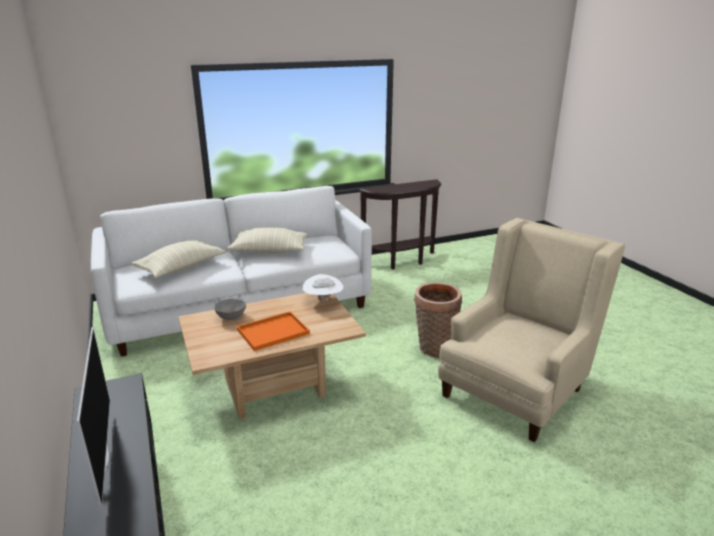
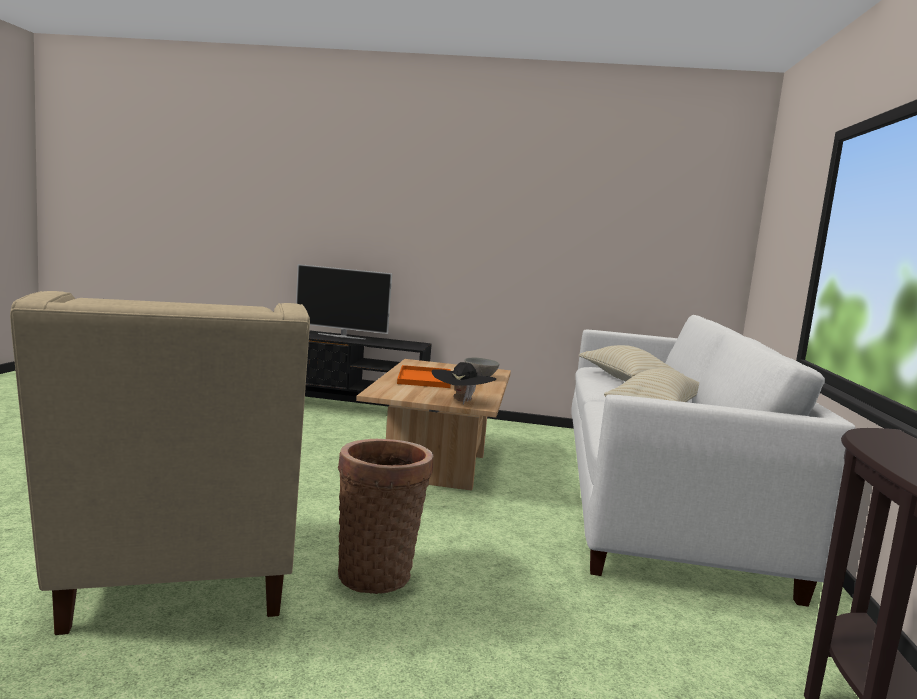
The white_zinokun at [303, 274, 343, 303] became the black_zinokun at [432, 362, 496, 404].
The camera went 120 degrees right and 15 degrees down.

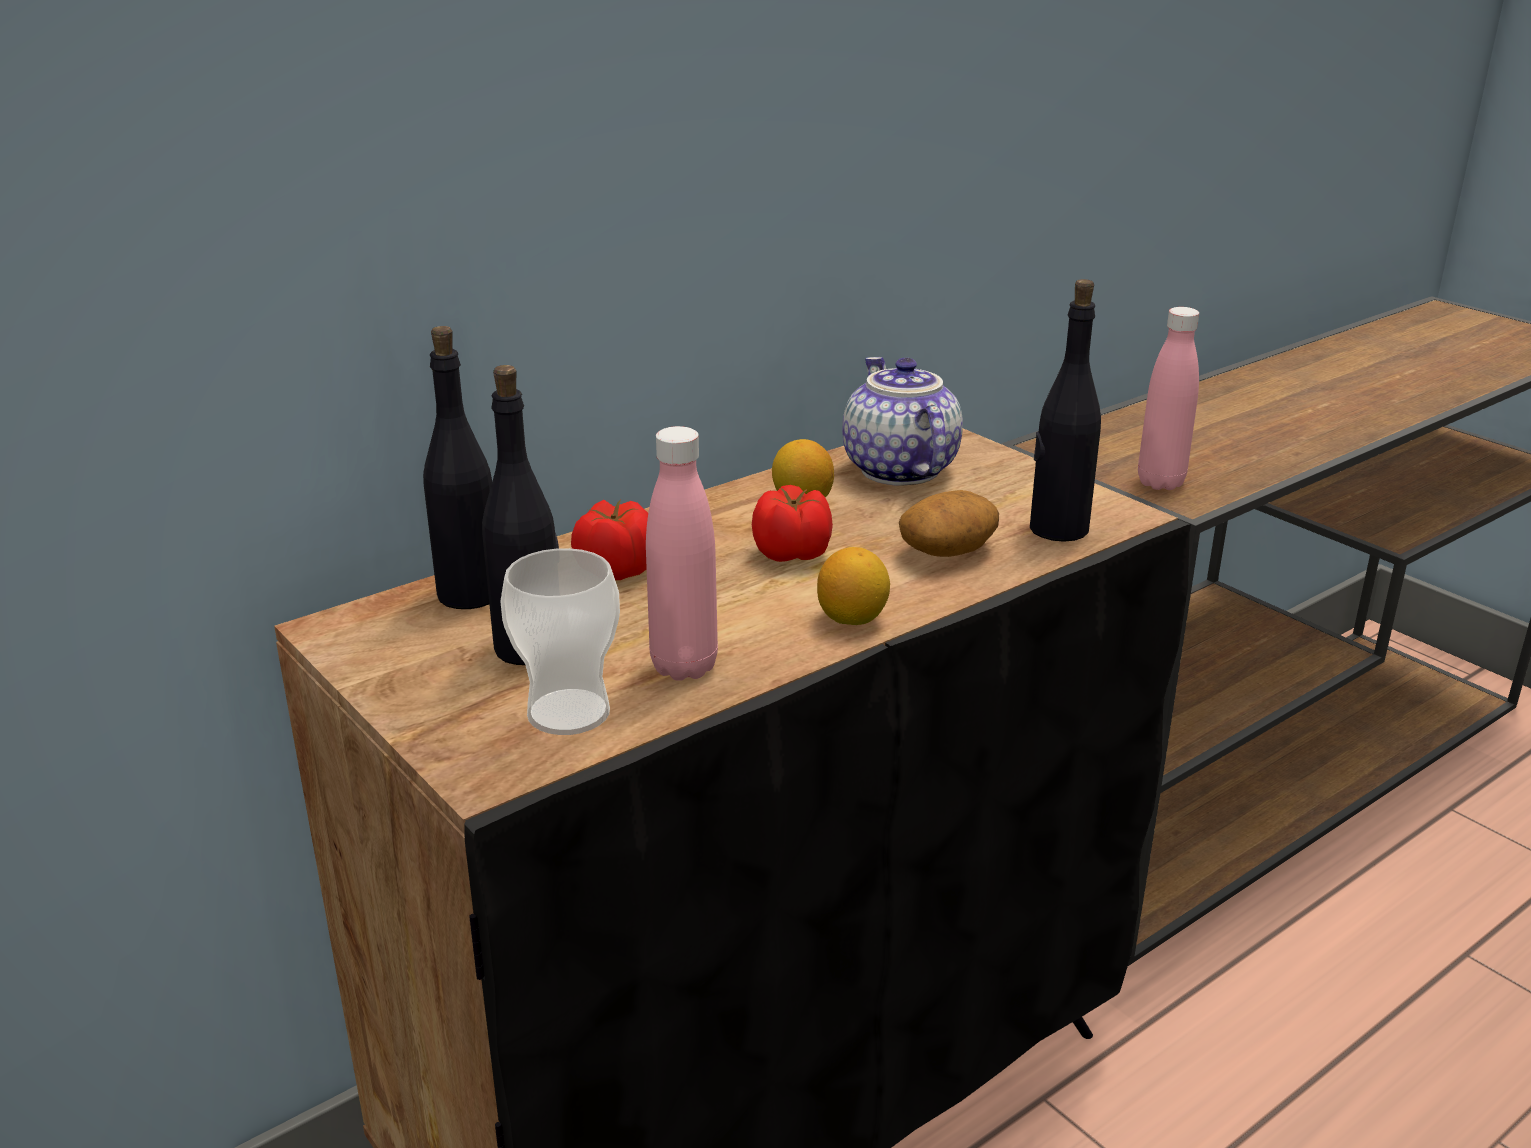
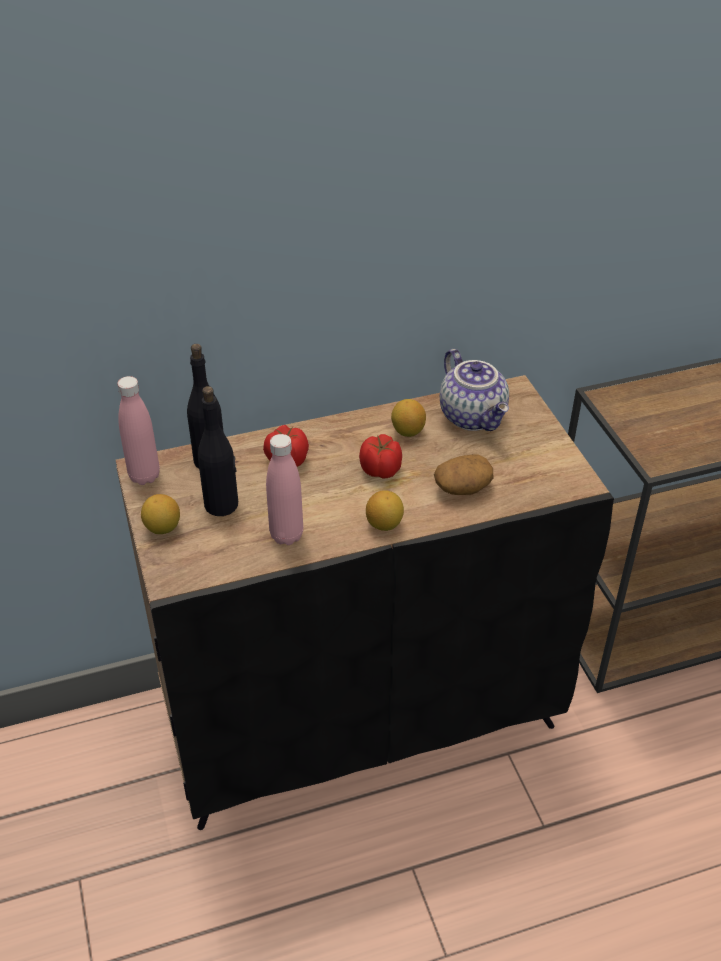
The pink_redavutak moved from [1138, 307, 1199, 490] to [117, 376, 160, 485].
The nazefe at [141, 494, 180, 534] appeared.
The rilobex at [842, 357, 963, 486] turned 150 degrees clockwise.
The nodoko at [500, 548, 620, 735] disappeared.
The black_redavutak at [1030, 279, 1101, 542] disappeared.
The camera went 20 degrees right and 15 degrees up.

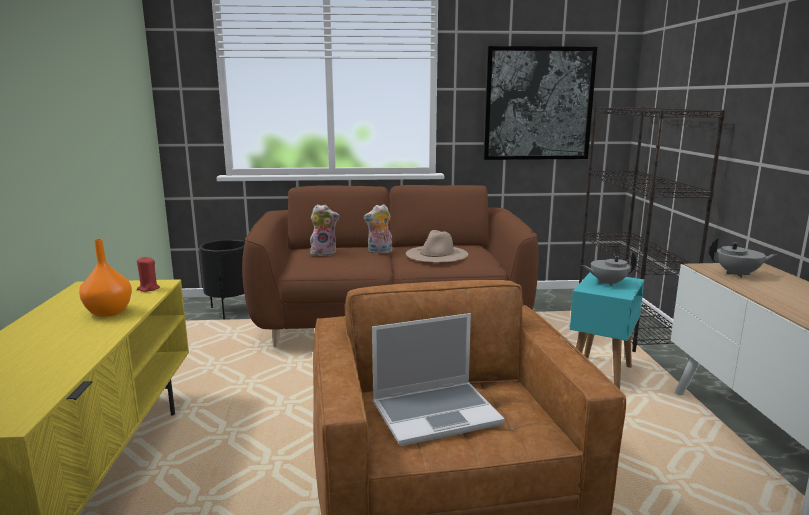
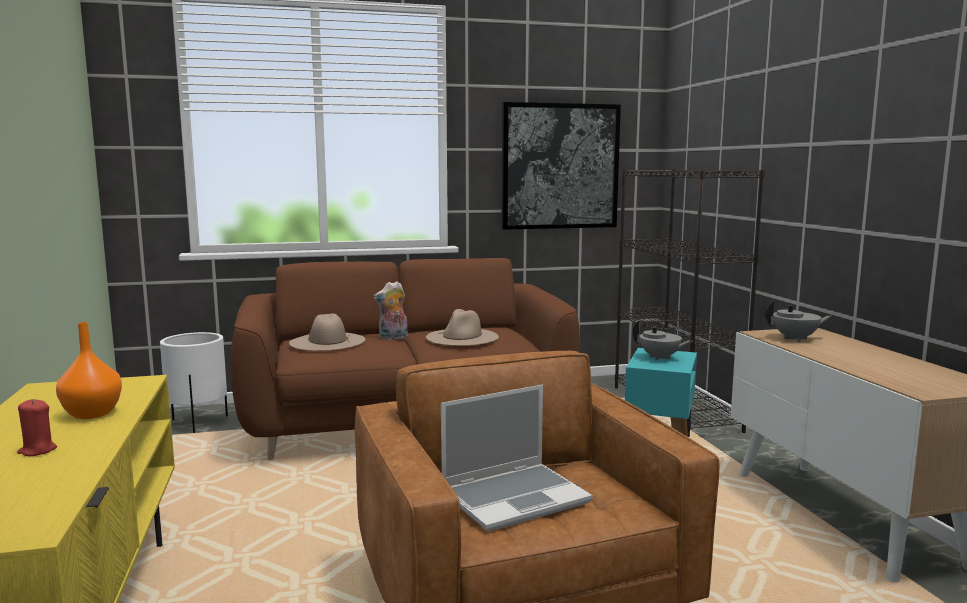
The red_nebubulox moved from [137, 257, 160, 292] to [17, 399, 57, 456].
The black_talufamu at [199, 239, 245, 320] became the white_talufamu at [160, 332, 228, 433].
The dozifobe at [310, 204, 340, 256] was replaced by the beige_zinokun at [289, 313, 365, 351].
The grey_rilobex at [582, 252, 636, 286] turned 135 degrees counterclockwise.
The camera went 10 degrees left and 5 degrees down.

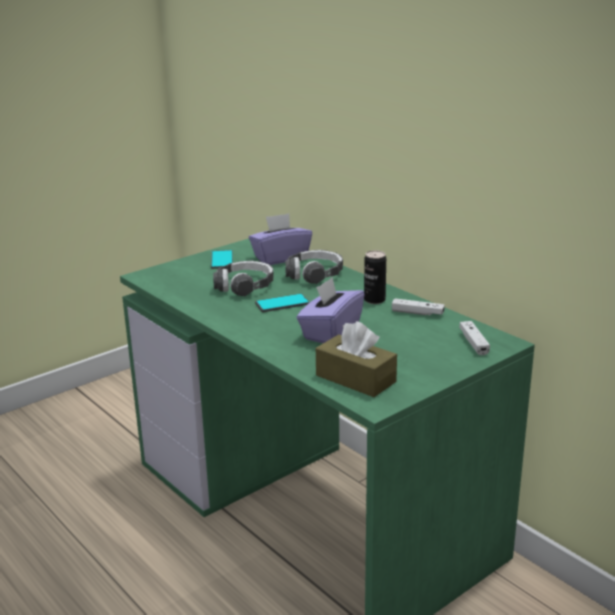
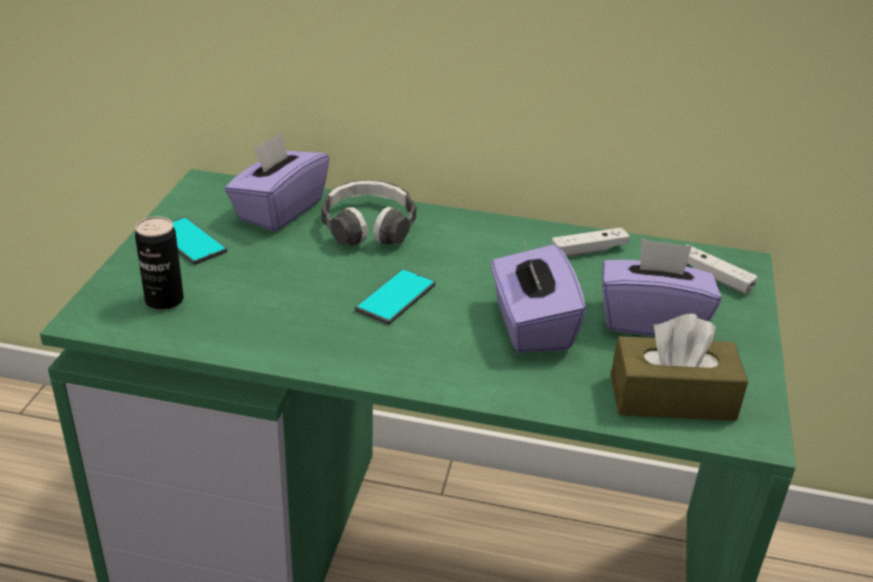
The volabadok moved from [364, 250, 386, 304] to [135, 217, 184, 310].
The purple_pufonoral at [602, 238, 721, 336] appeared.
The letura at [213, 260, 273, 297] disappeared.
The camera went 40 degrees left and 10 degrees up.

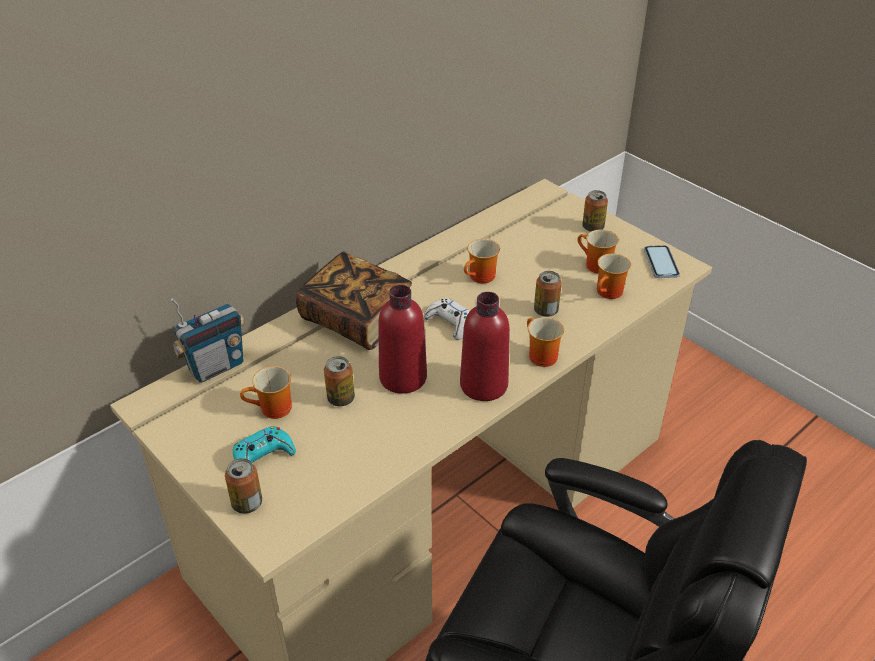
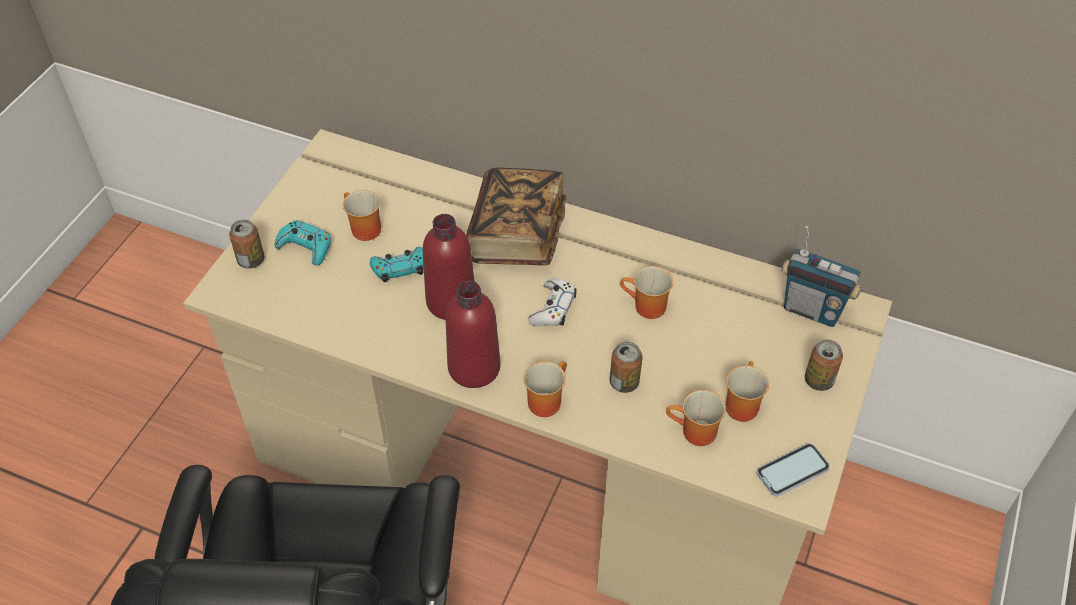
The volabadok at [324, 356, 355, 406] was replaced by the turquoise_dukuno at [370, 247, 424, 282].
The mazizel moved from [171, 298, 245, 383] to [781, 226, 862, 327].
The camera went 65 degrees right and 10 degrees up.

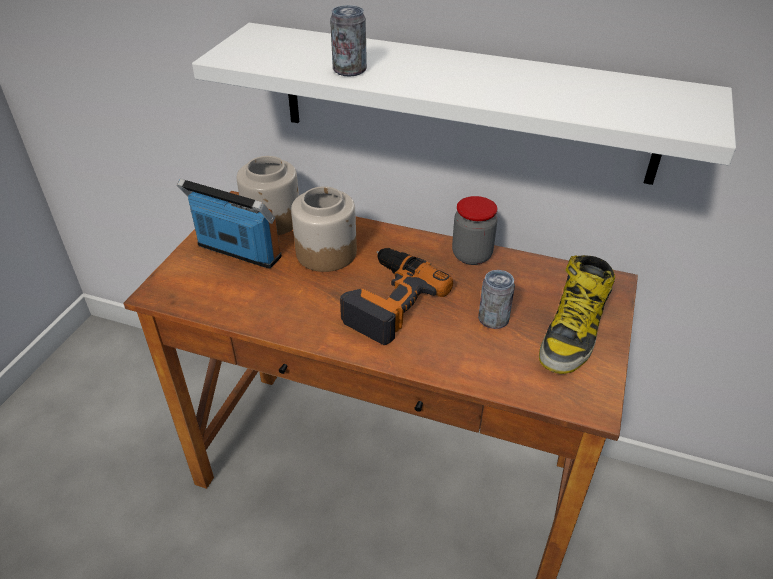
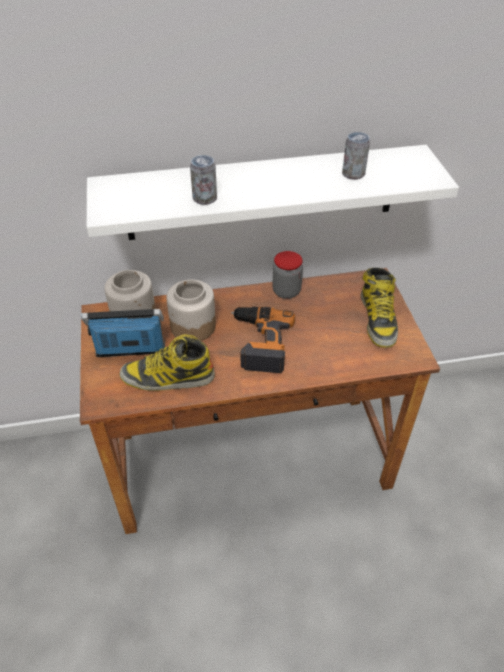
The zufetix at [120, 334, 215, 391] appeared.
The volabadok moved from [478, 270, 515, 329] to [342, 132, 370, 180].
The camera went 30 degrees left and 5 degrees up.

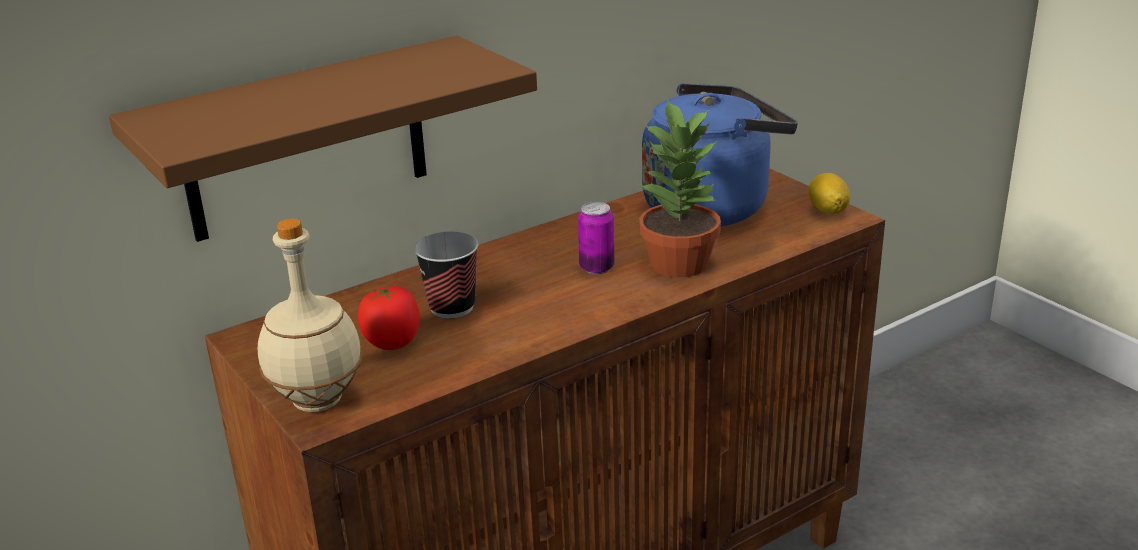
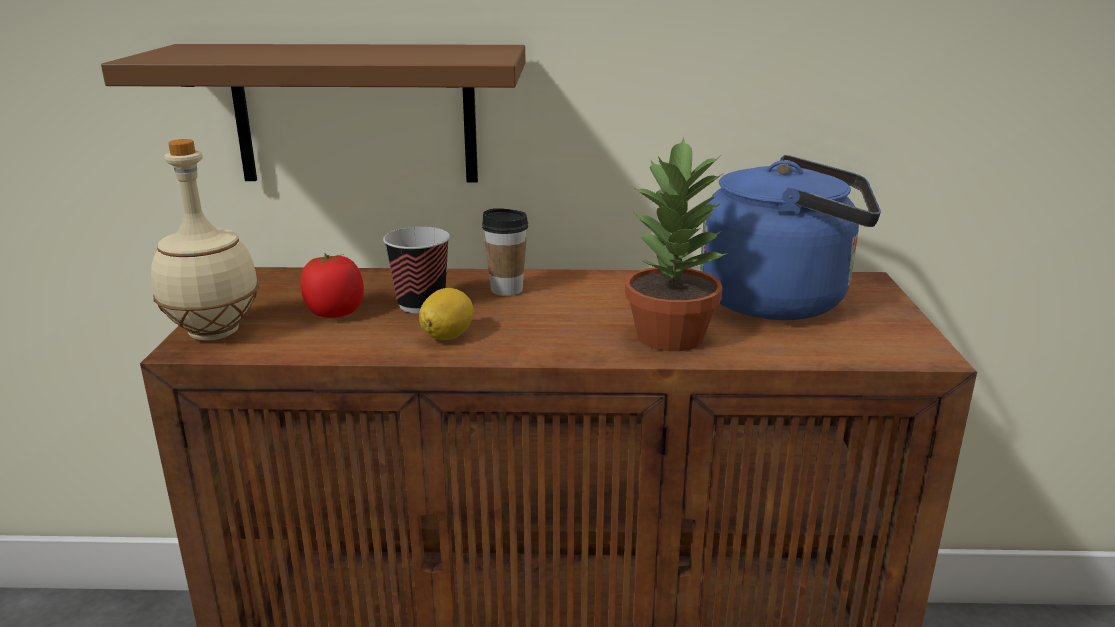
The nazefe moved from [809, 173, 850, 214] to [419, 288, 474, 340].
The nodoko at [482, 208, 528, 296] appeared.
The volabadok at [578, 202, 614, 274] disappeared.
The camera went 35 degrees right and 5 degrees down.

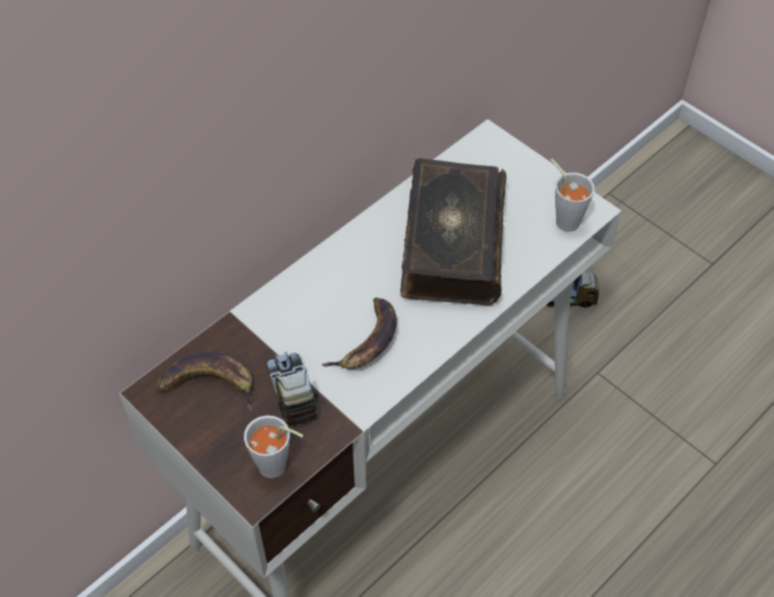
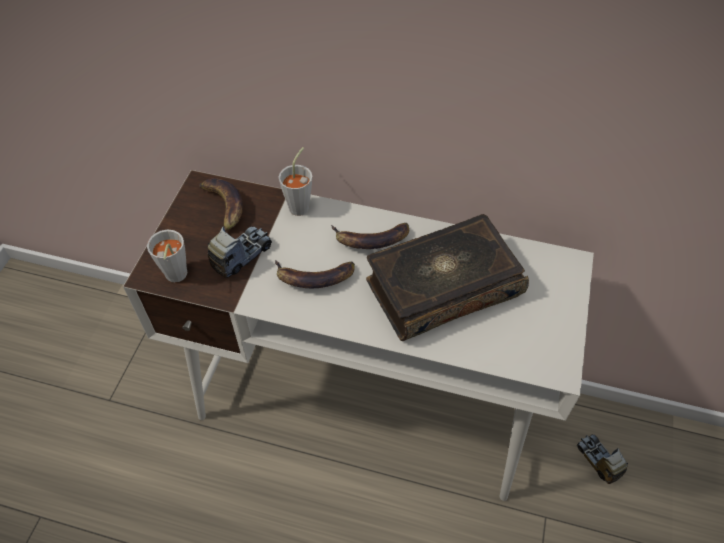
The grey_nodoko moved from [550, 159, 595, 232] to [279, 147, 312, 216].
The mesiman at [331, 223, 409, 249] appeared.
The camera went 60 degrees right and 0 degrees up.

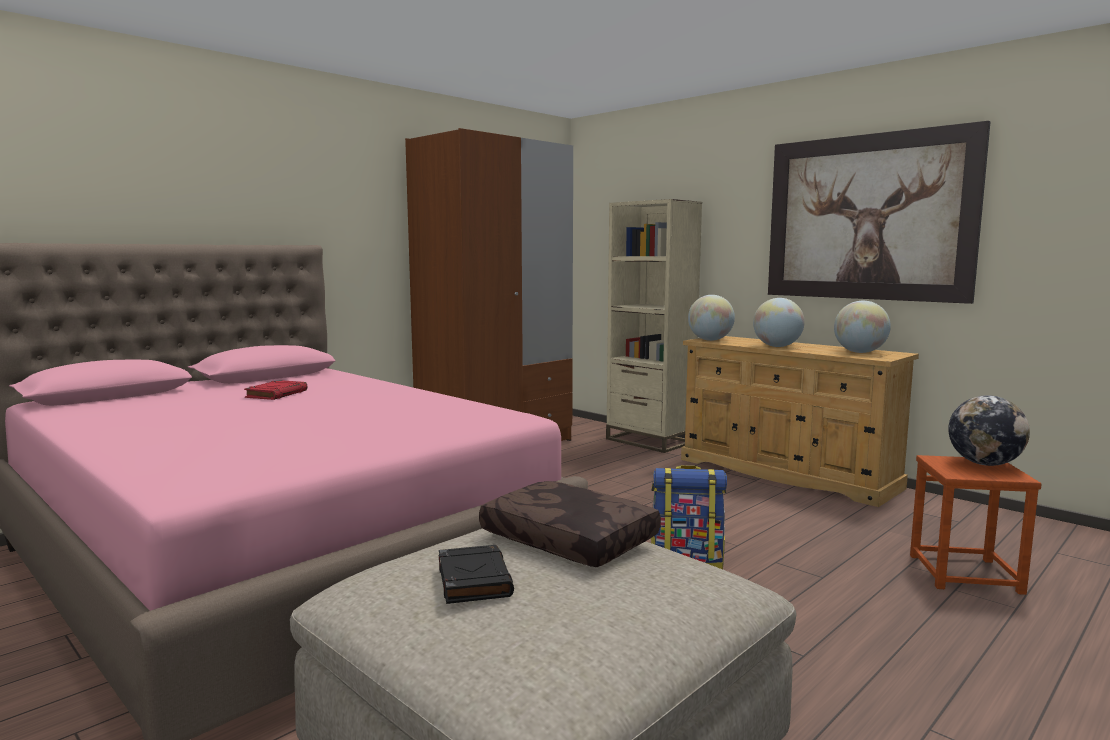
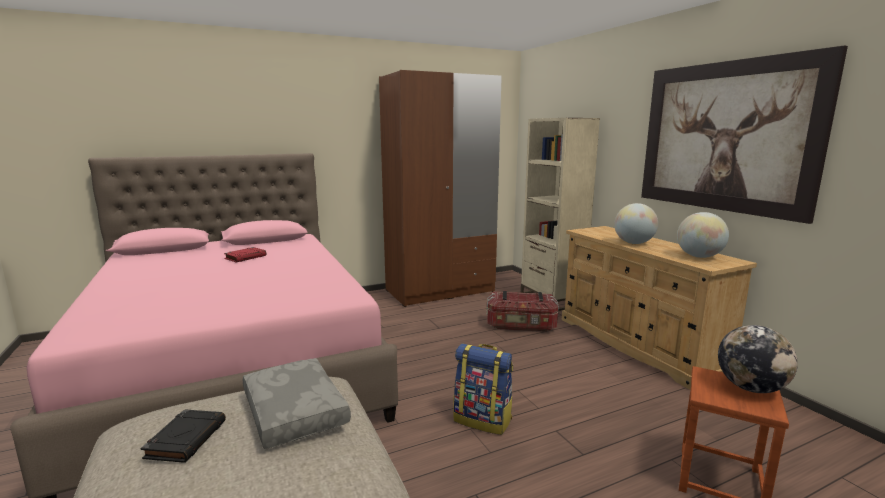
The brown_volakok at [479, 481, 661, 567] became the grey_volakok at [242, 358, 351, 449].
The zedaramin at [486, 291, 559, 332] appeared.
The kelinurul at [688, 295, 735, 341] disappeared.
The camera went 20 degrees right and 5 degrees up.

